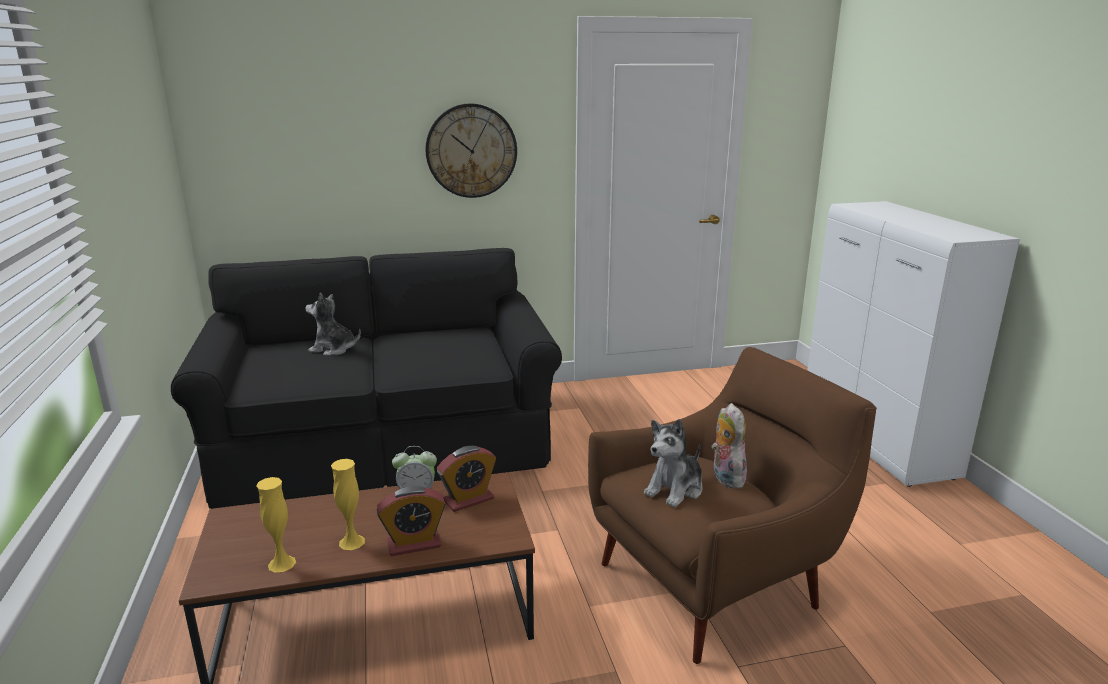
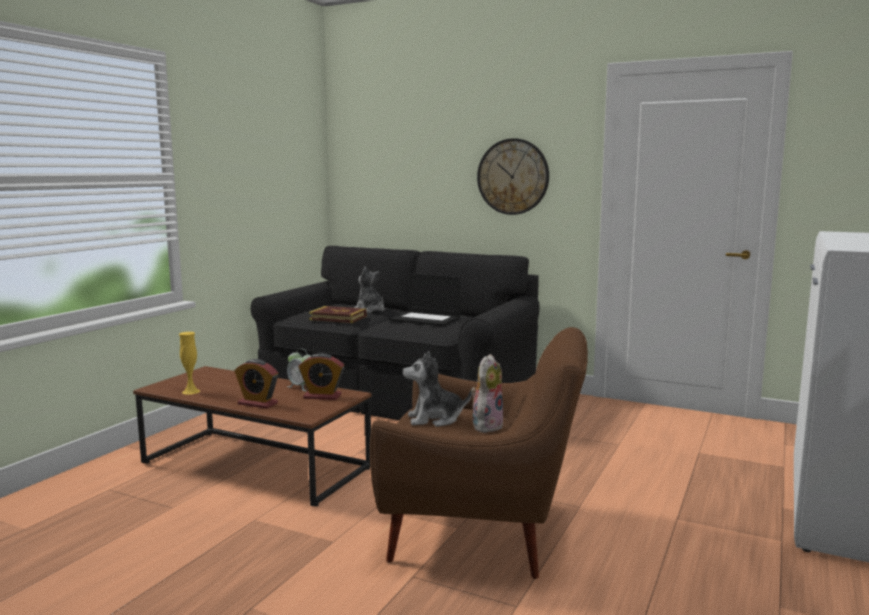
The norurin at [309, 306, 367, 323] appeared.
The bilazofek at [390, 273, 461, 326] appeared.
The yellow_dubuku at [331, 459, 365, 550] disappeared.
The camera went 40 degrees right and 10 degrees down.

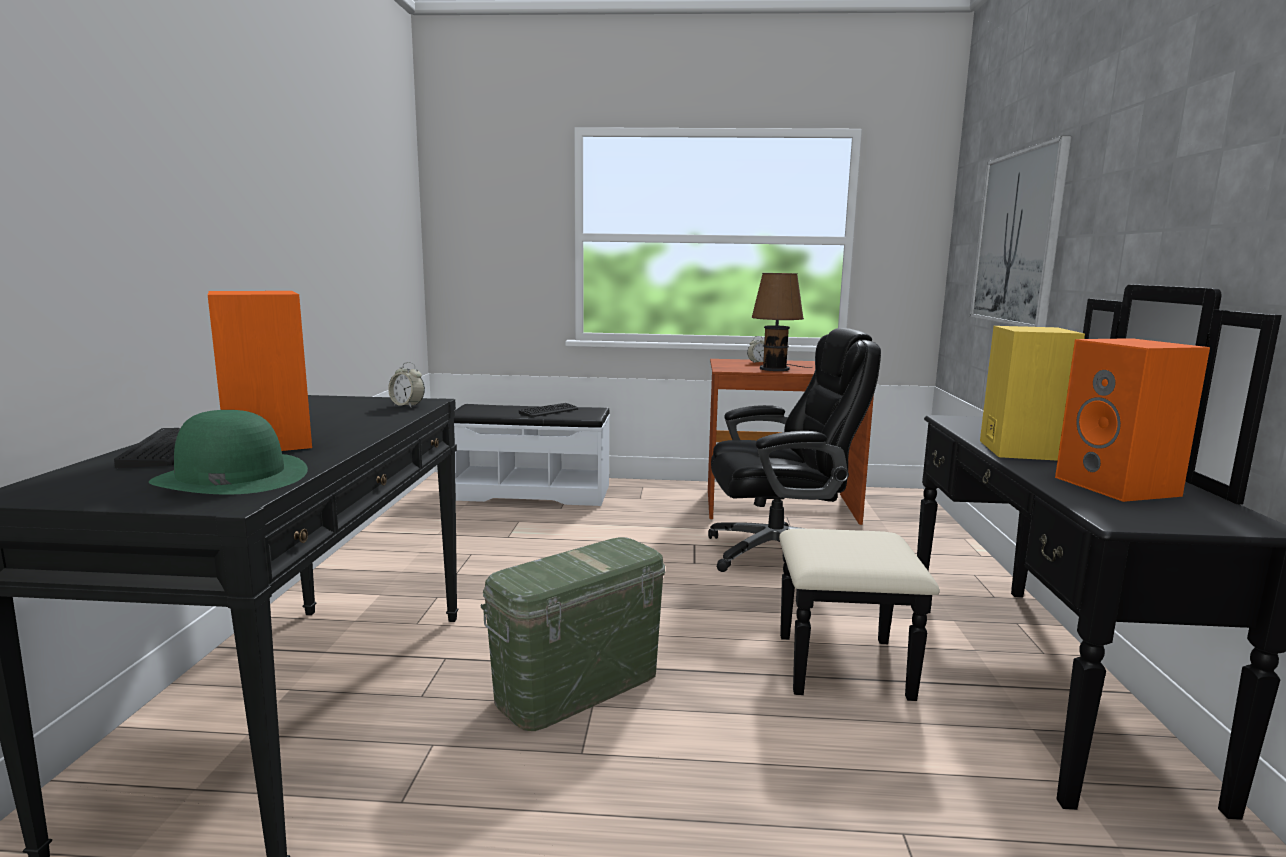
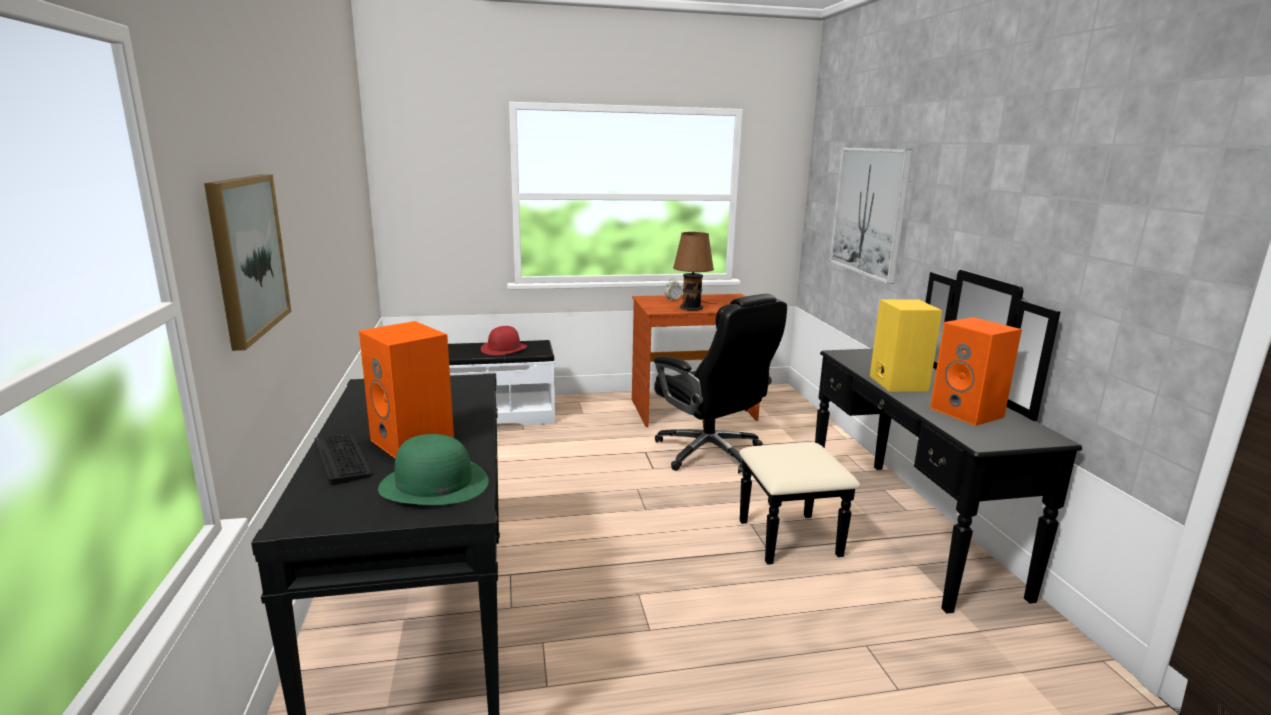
The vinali at [204, 174, 291, 351] appeared.
The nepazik at [519, 403, 578, 417] was replaced by the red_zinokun at [481, 326, 527, 355].
The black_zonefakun at [708, 328, 881, 572] turned 75 degrees clockwise.
The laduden at [388, 362, 425, 408] disappeared.
The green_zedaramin at [481, 537, 665, 731] disappeared.
The camera went 15 degrees left and 5 degrees up.

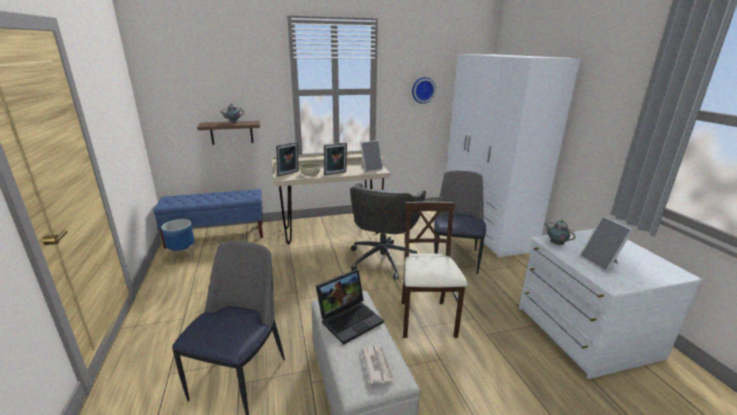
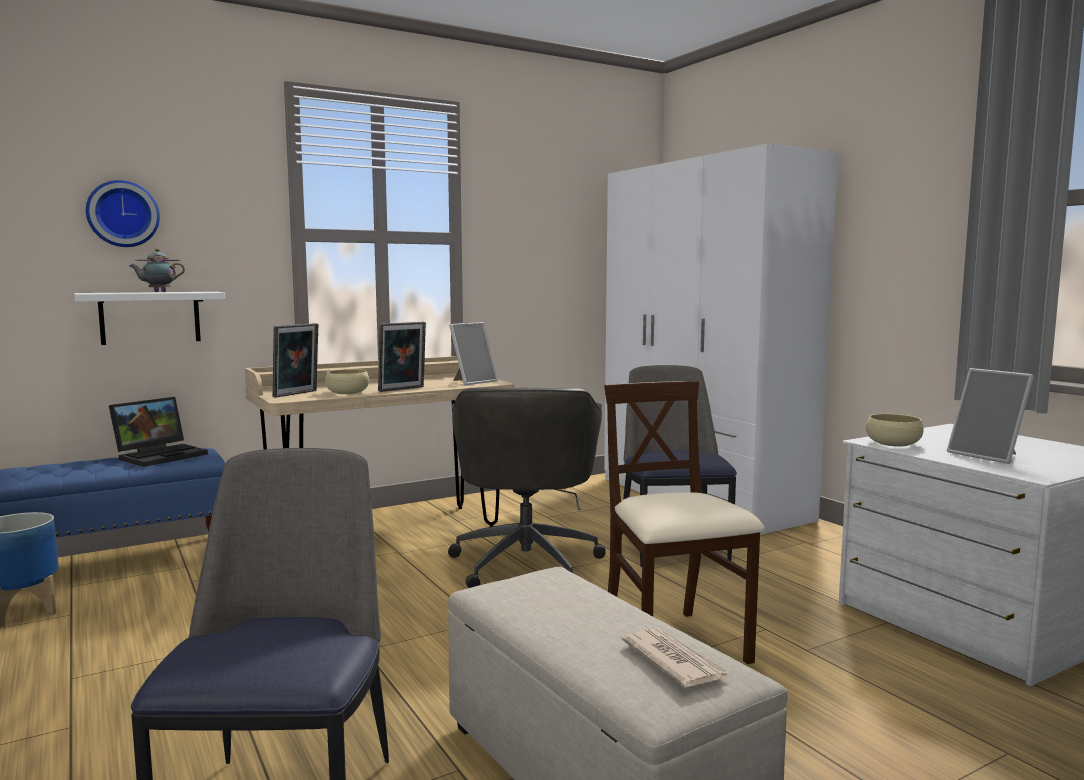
The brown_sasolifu at [197, 121, 260, 145] became the white_sasolifu at [74, 292, 225, 345].
The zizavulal moved from [412, 77, 436, 104] to [86, 180, 160, 247].
The bilazofek moved from [316, 269, 384, 345] to [109, 397, 208, 467].
The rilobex at [545, 220, 575, 246] was replaced by the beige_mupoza at [866, 414, 924, 447].
The camera went 15 degrees left and 15 degrees down.

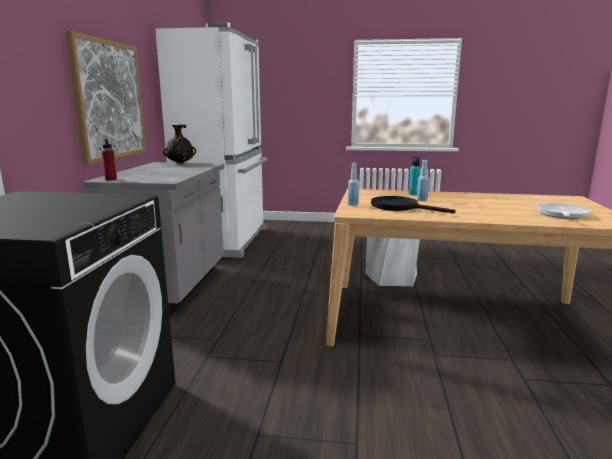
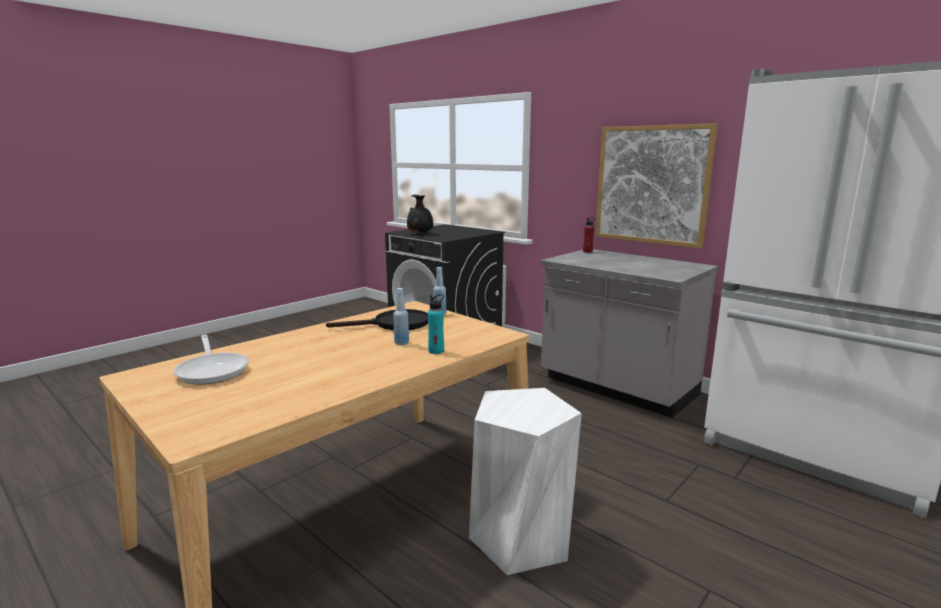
The black_dubuku moved from [163, 124, 196, 164] to [407, 195, 433, 234].
The camera went 125 degrees right and 0 degrees up.

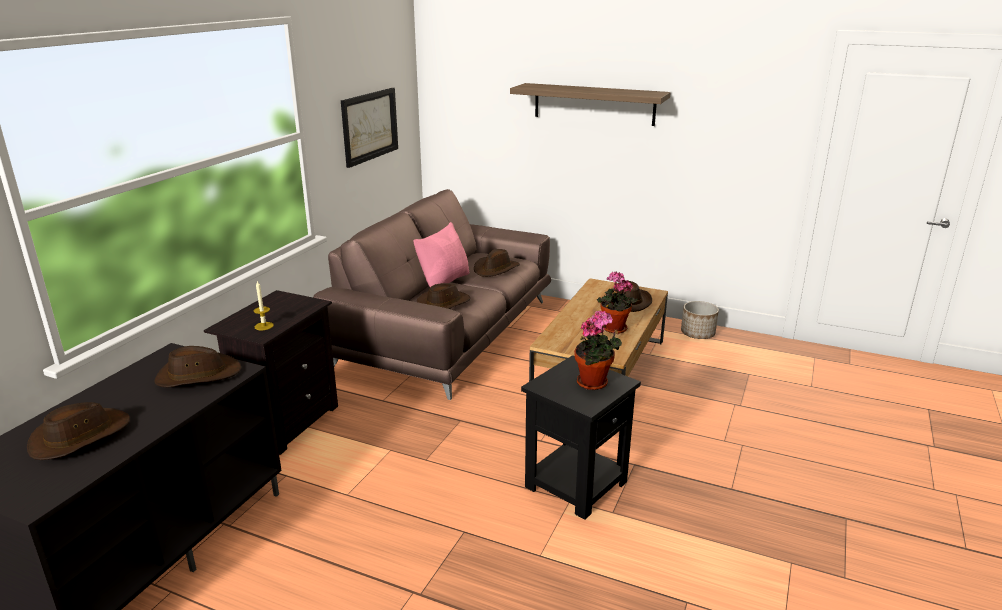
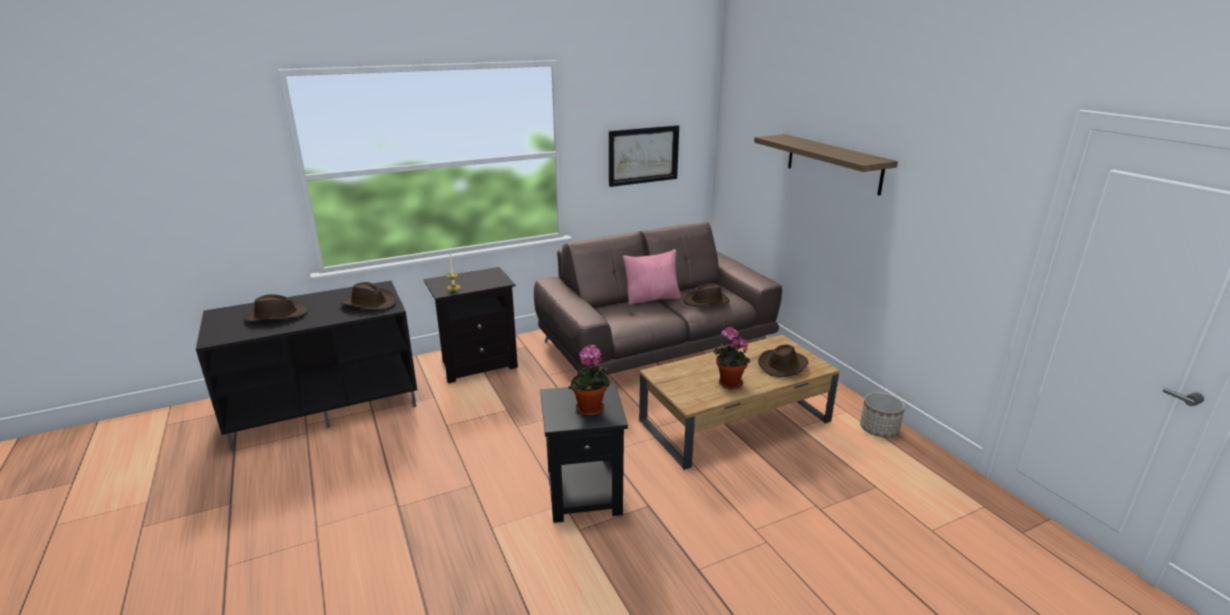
The brown_zinokun at [417, 283, 471, 309] disappeared.
The camera went 40 degrees right and 0 degrees up.

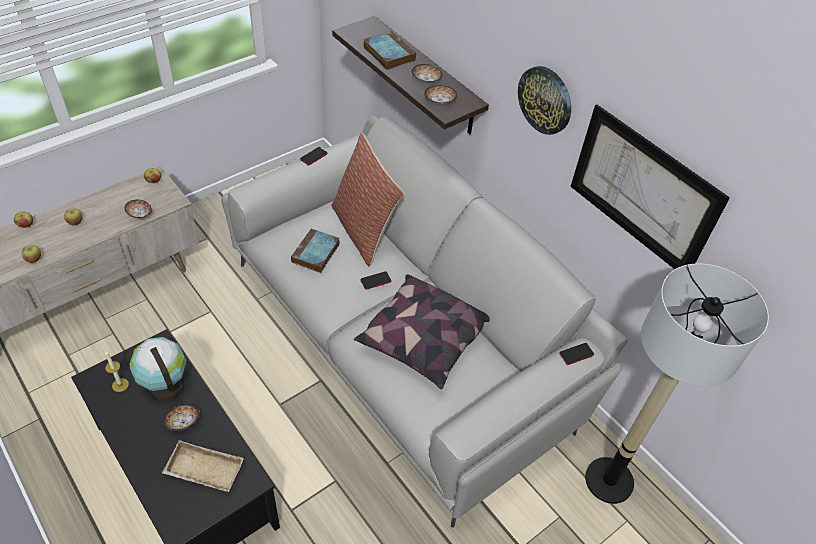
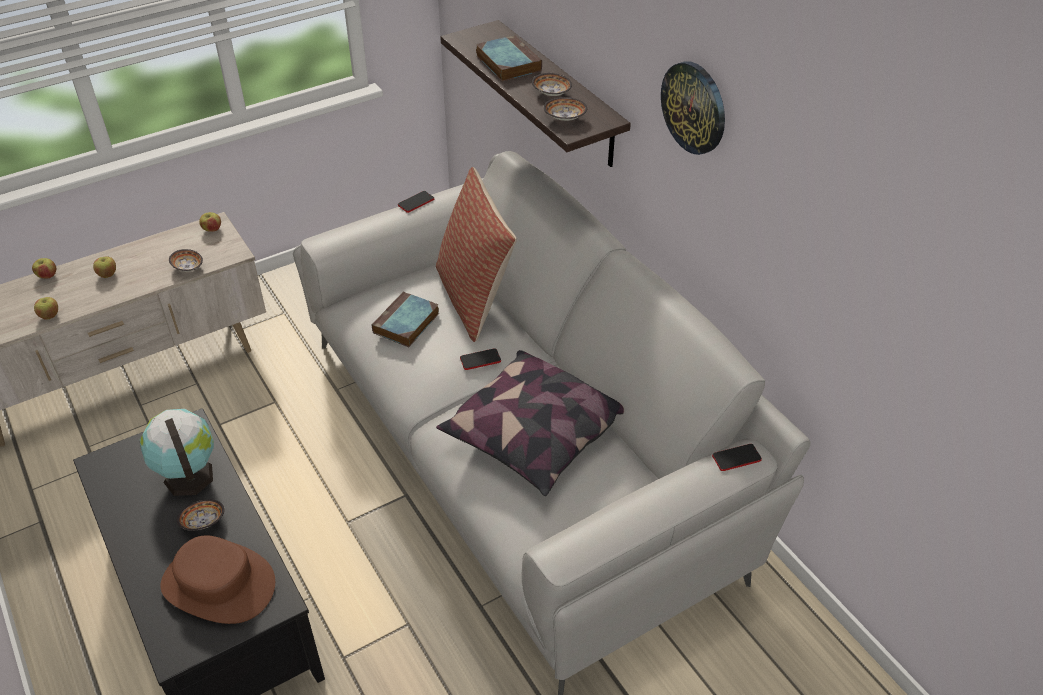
The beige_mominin at [162, 440, 244, 492] was replaced by the brown_zinokun at [160, 535, 275, 624].
The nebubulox at [105, 351, 129, 392] disappeared.
The vinali at [570, 104, 730, 269] disappeared.
The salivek at [585, 263, 769, 504] disappeared.
The camera went 10 degrees right and 5 degrees down.

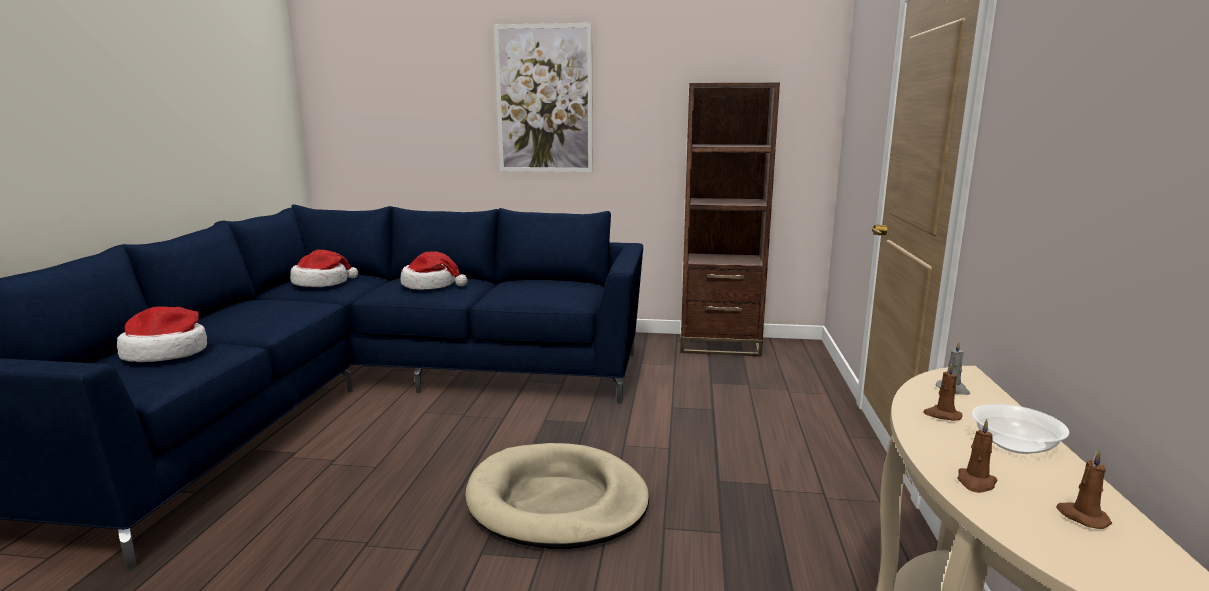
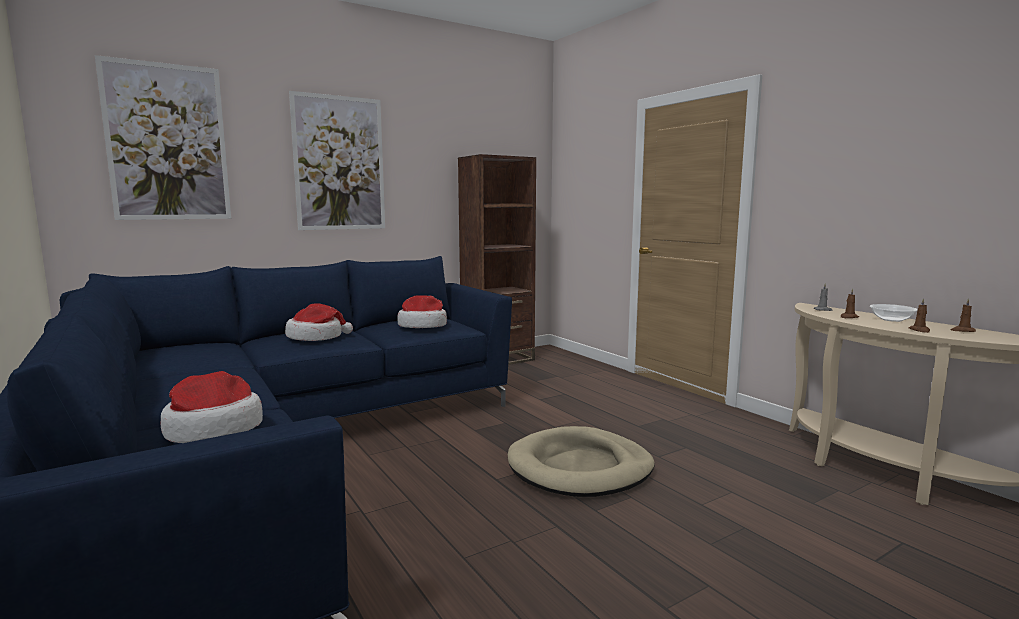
The vinali at [95, 55, 231, 220] appeared.
The zinokun moved from [290, 250, 358, 287] to [397, 295, 447, 328].
The camera went 40 degrees left and 5 degrees down.

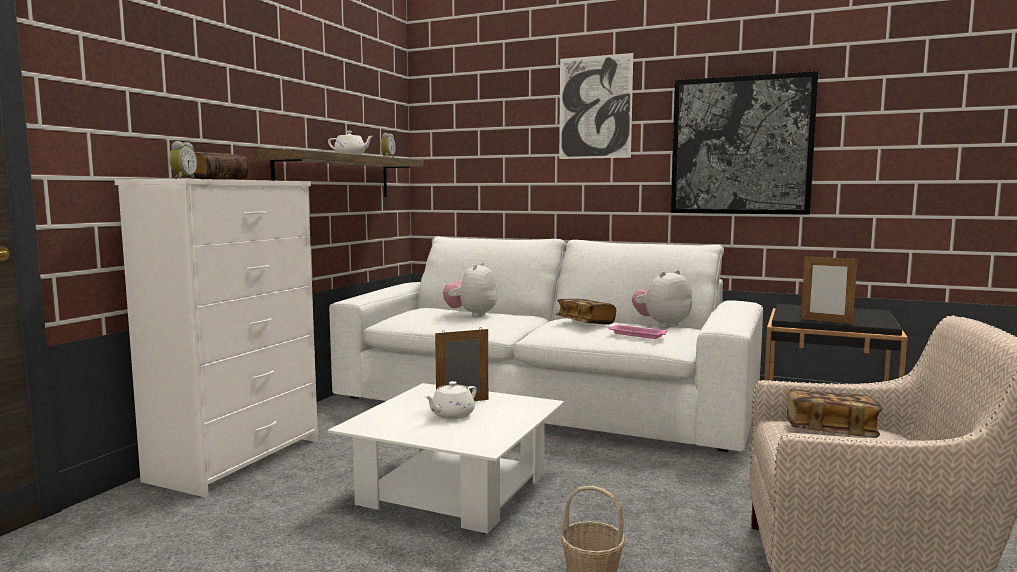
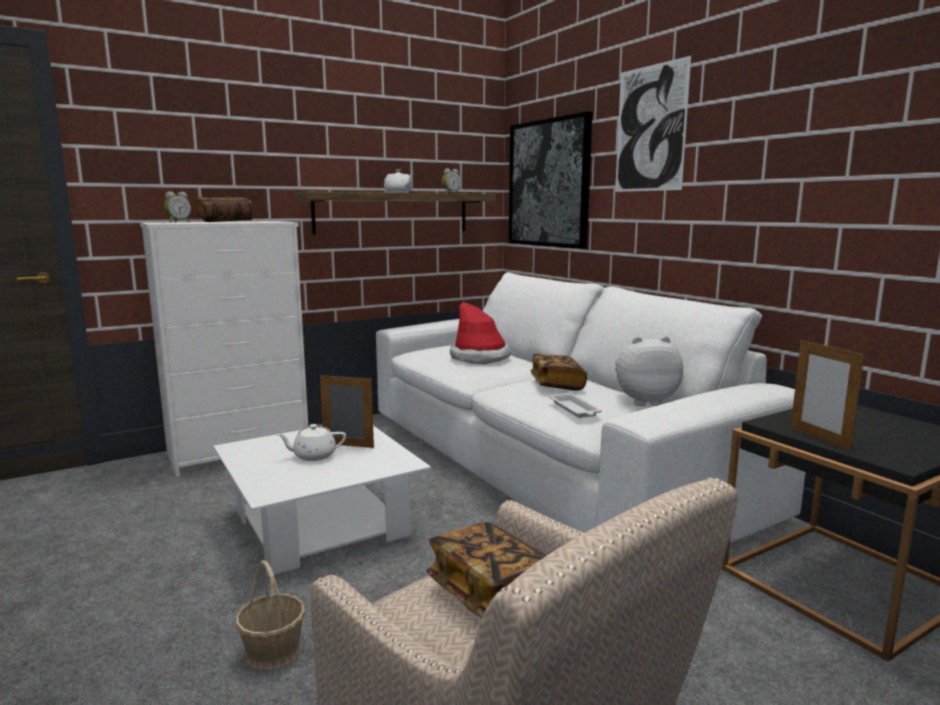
The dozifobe at [443, 262, 497, 317] was replaced by the zinokun at [450, 301, 511, 365].
The vinali moved from [671, 71, 818, 215] to [509, 111, 592, 249].
The pink_mominin at [609, 324, 667, 339] became the white_mominin at [548, 392, 602, 418].
The camera went 35 degrees right and 5 degrees up.

